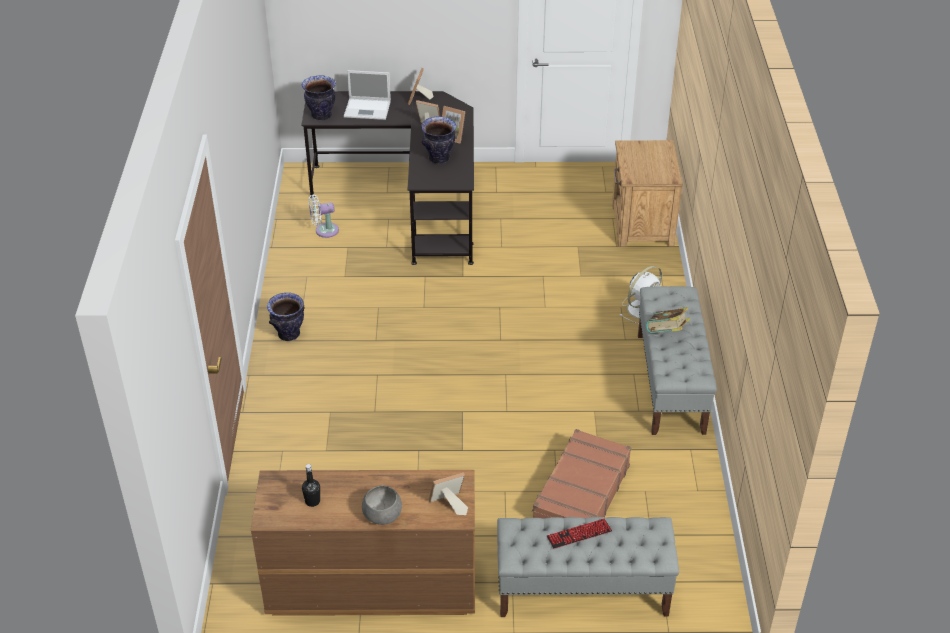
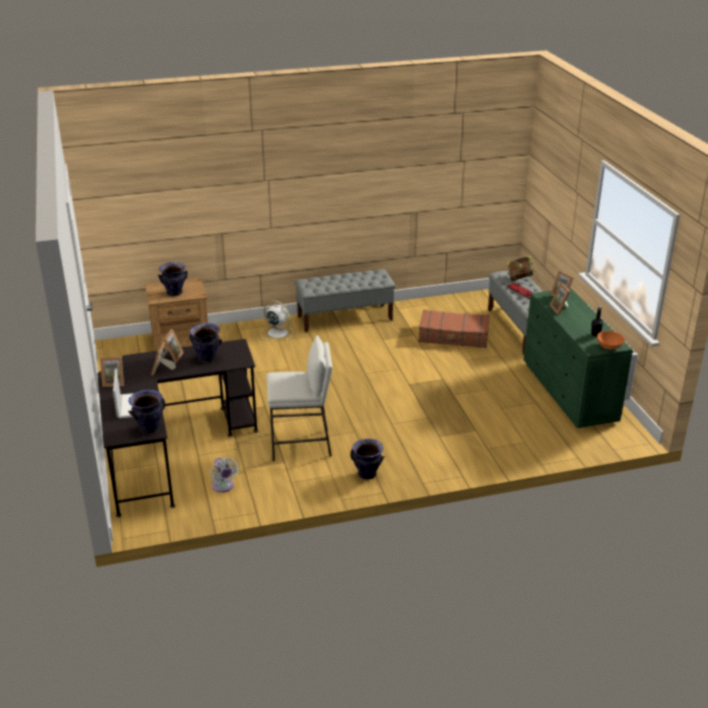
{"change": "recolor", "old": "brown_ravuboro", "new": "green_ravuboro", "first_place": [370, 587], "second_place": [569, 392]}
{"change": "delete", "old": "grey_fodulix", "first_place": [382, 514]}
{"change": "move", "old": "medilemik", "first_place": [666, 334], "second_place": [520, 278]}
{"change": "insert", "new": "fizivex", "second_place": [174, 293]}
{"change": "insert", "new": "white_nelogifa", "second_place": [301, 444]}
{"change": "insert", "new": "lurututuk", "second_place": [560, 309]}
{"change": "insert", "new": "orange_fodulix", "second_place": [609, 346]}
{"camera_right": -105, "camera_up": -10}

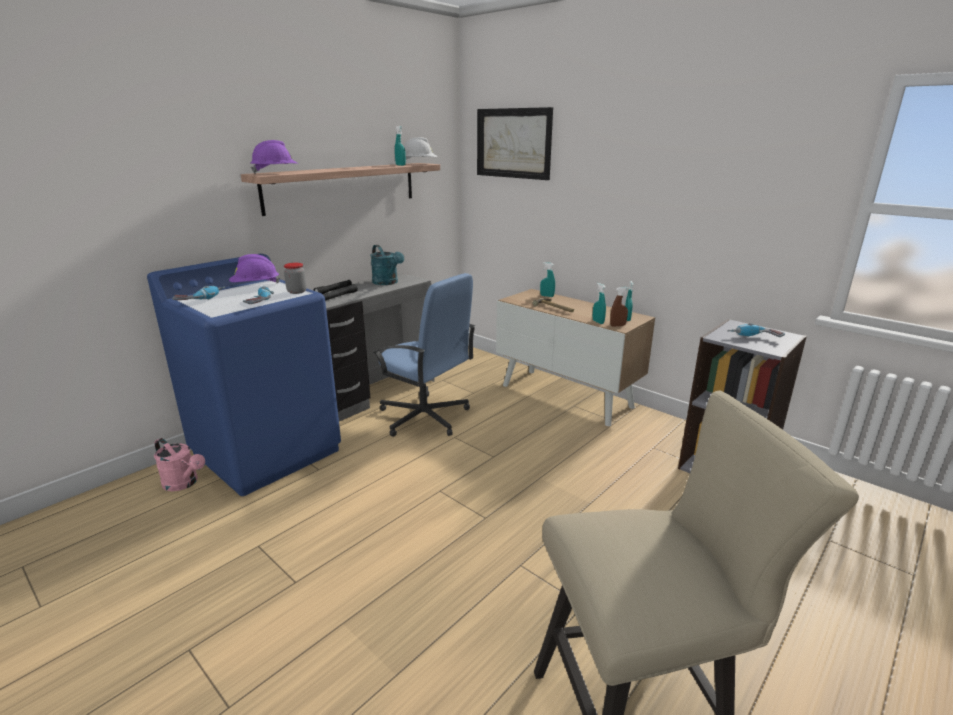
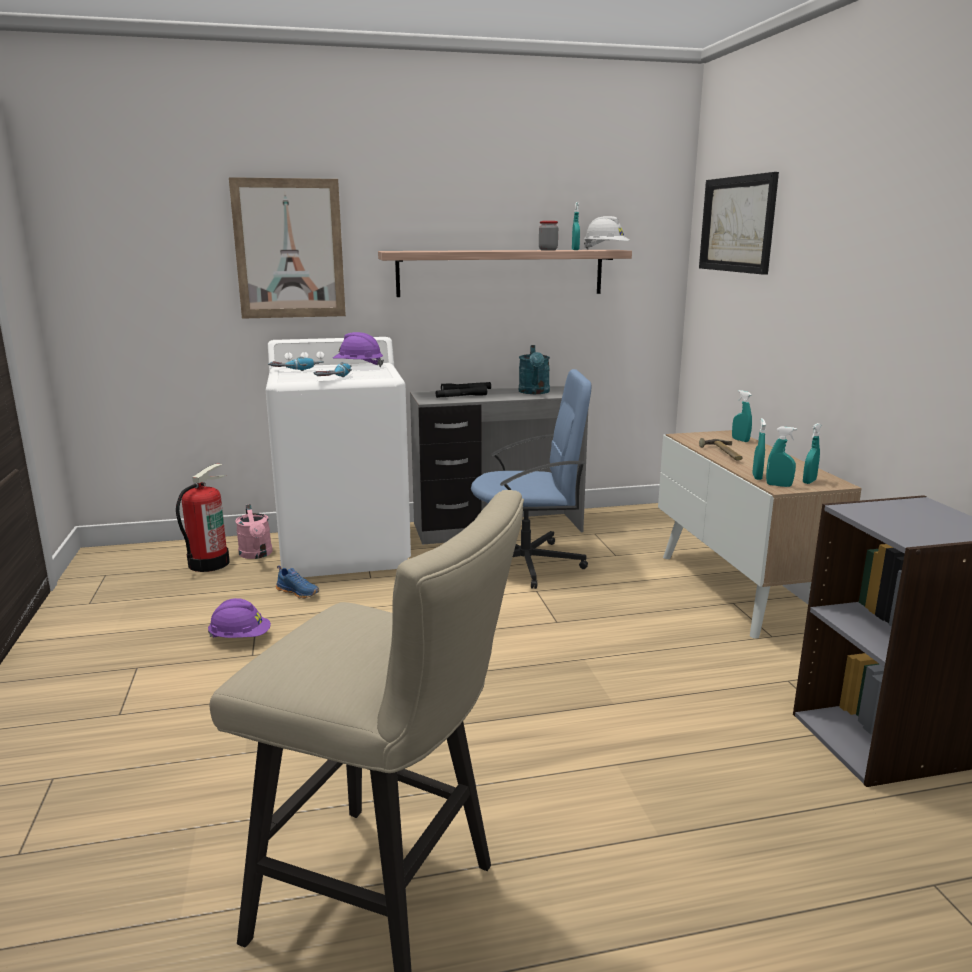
{"change": "recolor", "old": "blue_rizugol", "new": "white_rizugol", "first_place": [267, 451], "second_place": [345, 549]}
{"change": "move", "old": "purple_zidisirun", "first_place": [276, 173], "second_place": [240, 638]}
{"change": "move", "old": "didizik", "first_place": [297, 291], "second_place": [548, 250]}
{"change": "rotate", "old": "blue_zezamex", "first_place": [425, 417], "second_place": [528, 563], "degrees": -75}
{"change": "recolor", "old": "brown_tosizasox", "new": "turquoise_tosizasox", "first_place": [617, 325], "second_place": [778, 485]}
{"change": "delete", "old": "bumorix", "first_place": [754, 338]}
{"change": "insert", "new": "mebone", "second_place": [208, 563]}
{"change": "insert", "new": "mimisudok", "second_place": [289, 249]}
{"change": "insert", "new": "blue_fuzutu", "second_place": [298, 592]}
{"camera_right": 35, "camera_up": -5}

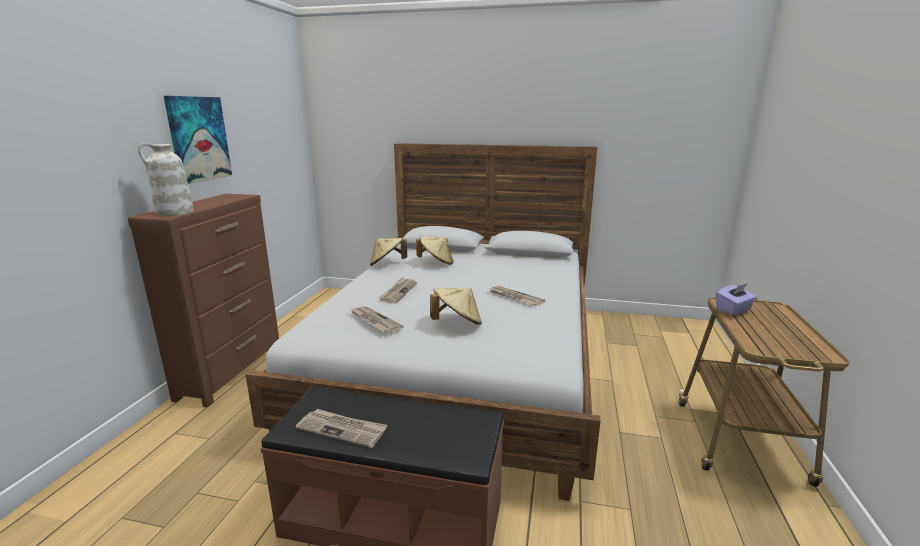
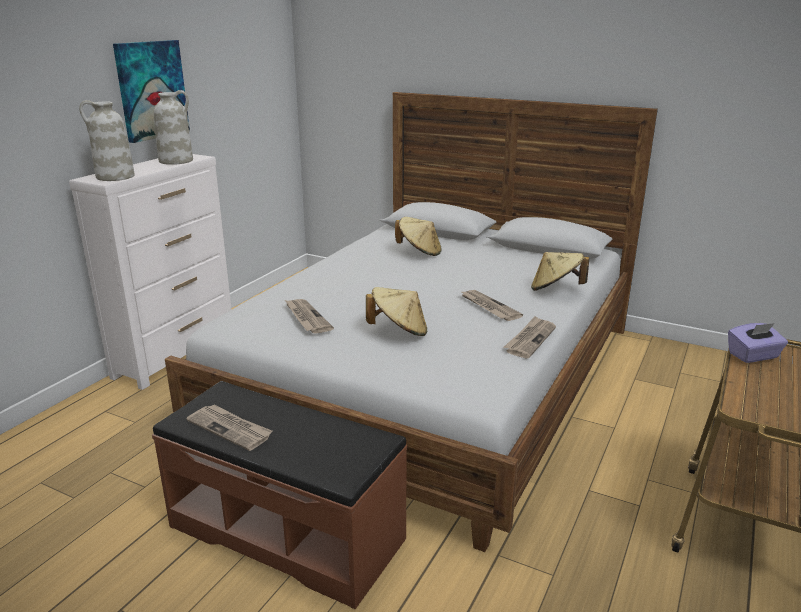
{"change": "recolor", "old": "brown_ravuboro", "new": "white_ravuboro", "first_place": [232, 371], "second_place": [177, 355]}
{"change": "move", "old": "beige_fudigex", "first_place": [387, 264], "second_place": [556, 289]}
{"change": "move", "old": "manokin", "first_place": [398, 292], "second_place": [530, 339]}
{"change": "insert", "new": "white_fizivex", "second_place": [176, 161]}
{"camera_right": 15, "camera_up": 5}

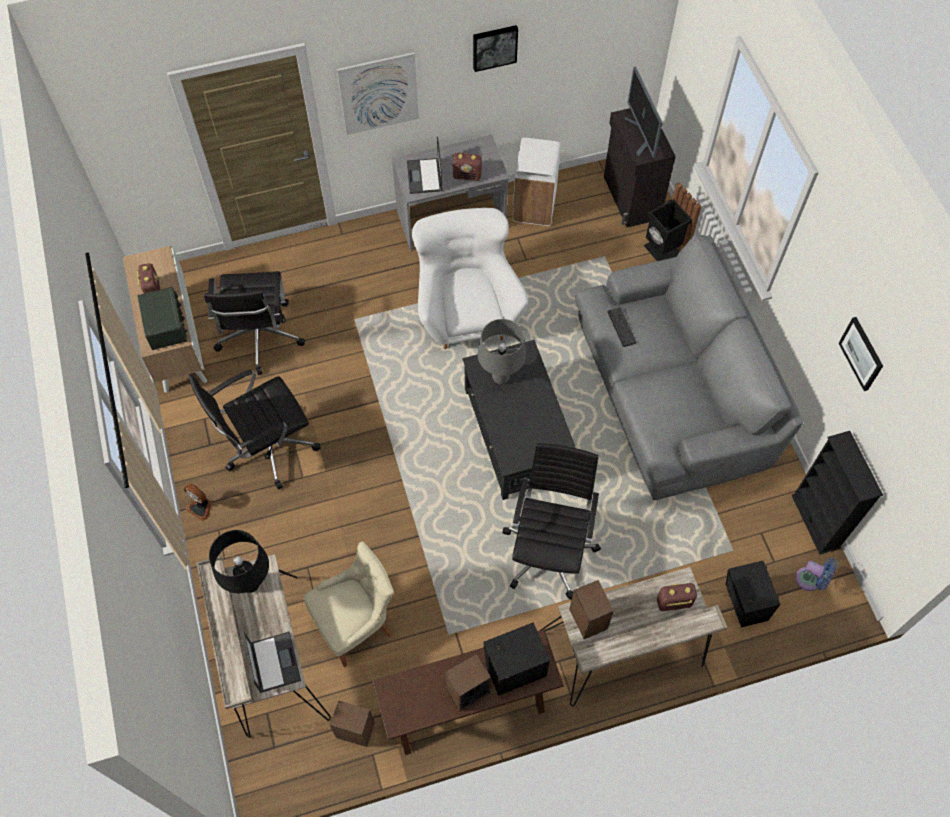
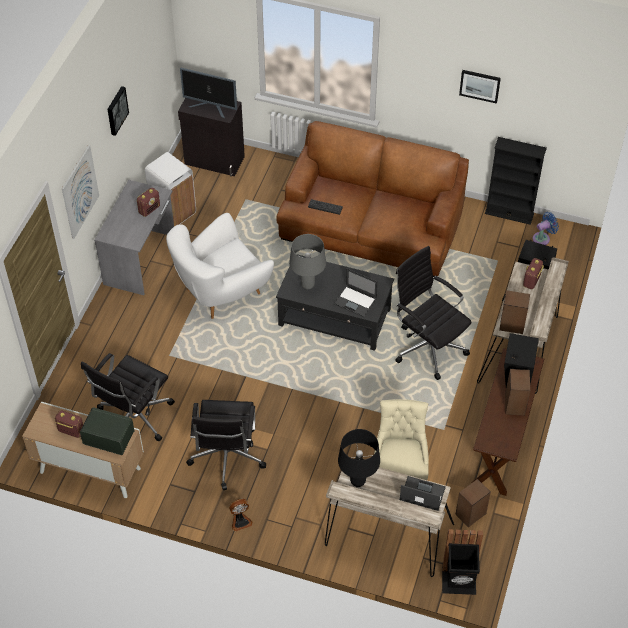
{"change": "rotate", "old": "black_zezamex", "first_place": [259, 338], "second_place": [133, 418], "degrees": 90}
{"change": "move", "old": "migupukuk", "first_place": [425, 177], "second_place": [355, 301]}
{"change": "rotate", "old": "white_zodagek", "first_place": [466, 313], "second_place": [221, 292], "degrees": -60}
{"change": "recolor", "old": "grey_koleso", "new": "brown_koleso", "first_place": [672, 391], "second_place": [371, 224]}
{"change": "move", "old": "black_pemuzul", "first_place": [664, 251], "second_place": [459, 582]}
{"camera_right": -55, "camera_up": -10}

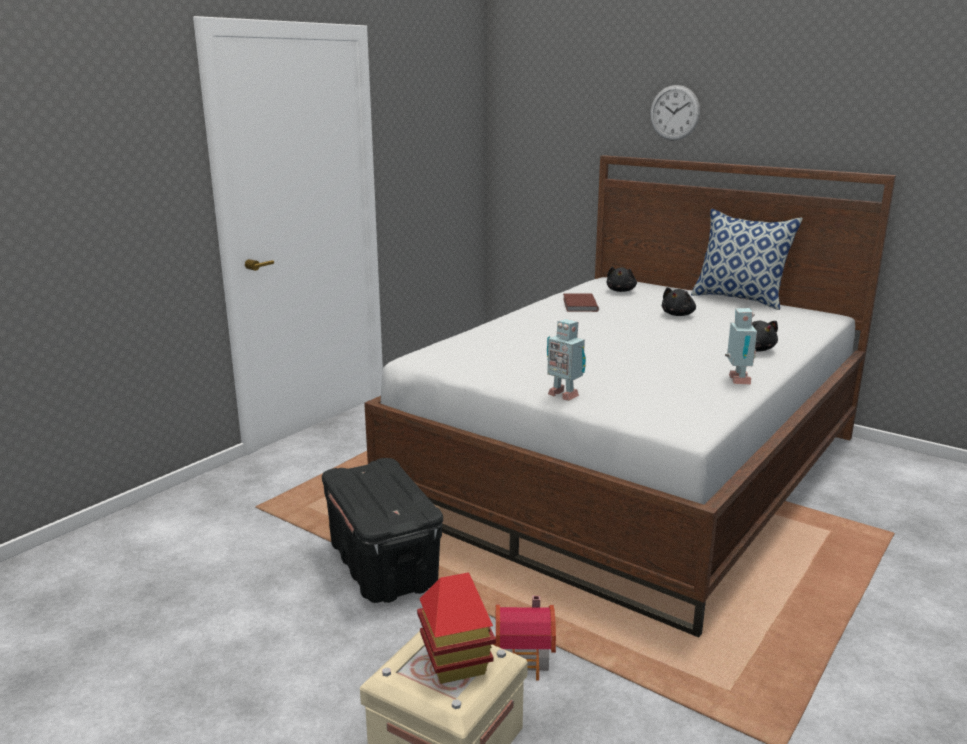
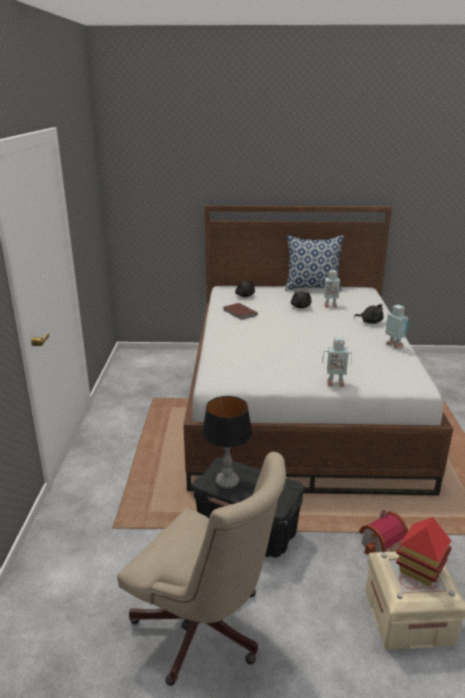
{"change": "delete", "old": "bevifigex", "first_place": [674, 112]}
{"change": "insert", "new": "beige_zezamex", "second_place": [206, 631]}
{"change": "insert", "new": "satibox", "second_place": [227, 482]}
{"change": "insert", "new": "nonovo", "second_place": [330, 305]}
{"camera_right": -35, "camera_up": 5}

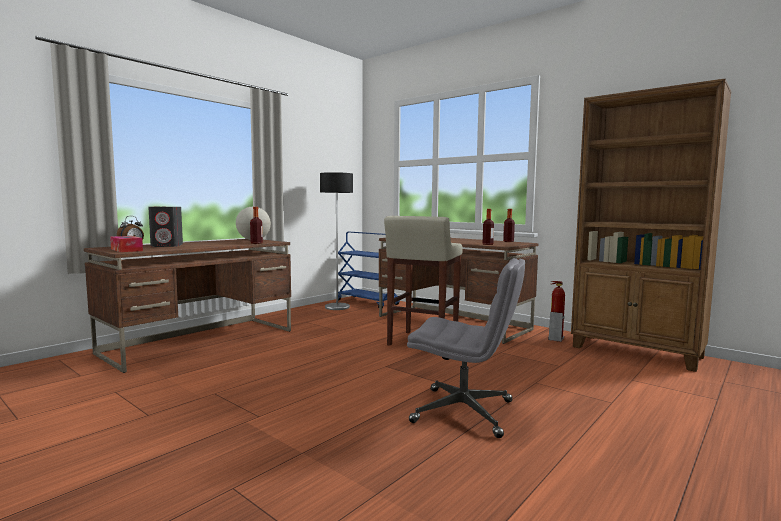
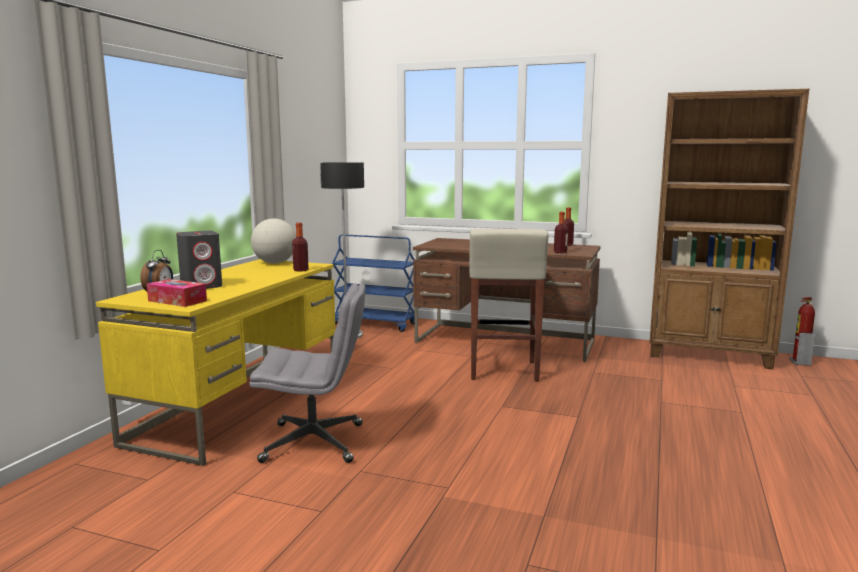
{"change": "recolor", "old": "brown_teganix", "new": "yellow_teganix", "first_place": [201, 341], "second_place": [241, 407]}
{"change": "move", "old": "grey_zezamex", "first_place": [464, 412], "second_place": [315, 442]}
{"change": "move", "old": "mebone", "first_place": [555, 339], "second_place": [799, 362]}
{"camera_right": -20, "camera_up": 5}

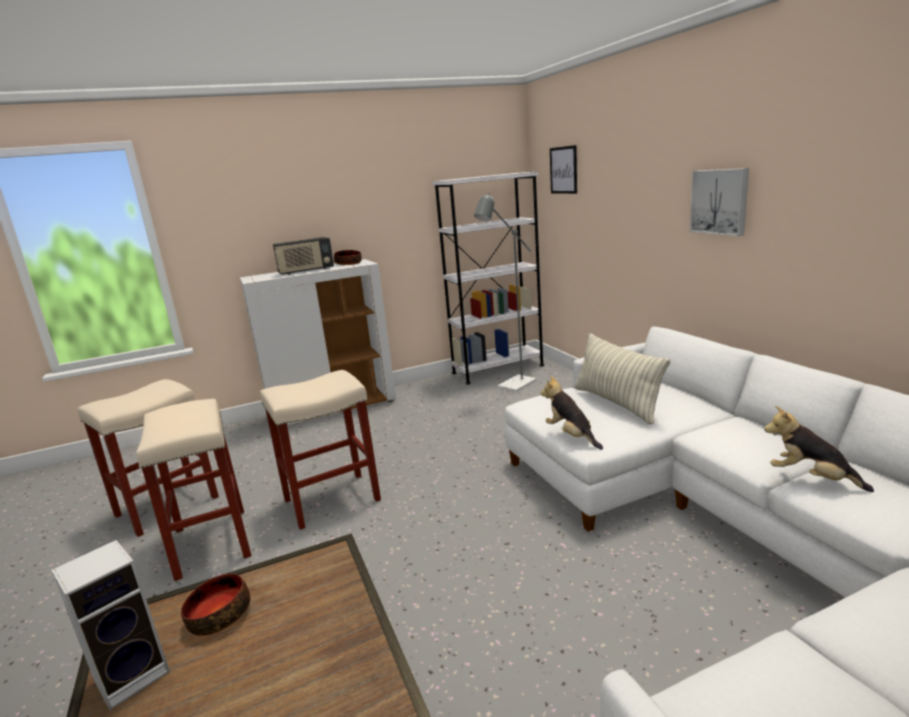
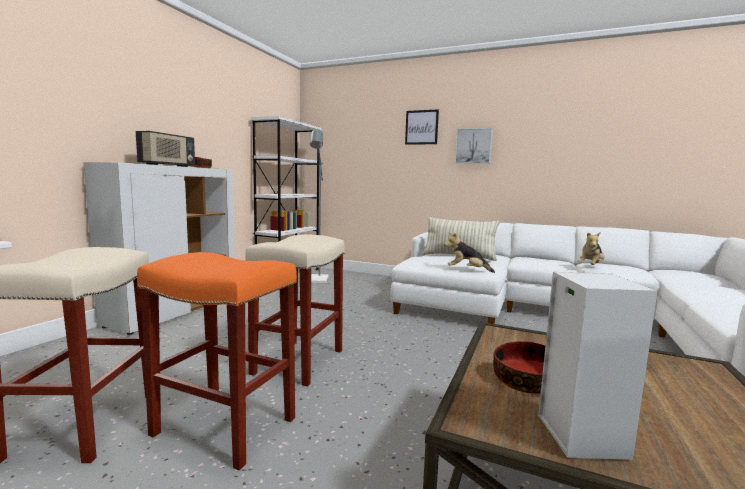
{"change": "recolor", "old": "beige_nelogifa", "new": "orange_nelogifa", "first_place": [211, 542], "second_place": [222, 426]}
{"change": "move", "old": "mimisudok", "first_place": [563, 170], "second_place": [421, 127]}
{"change": "rotate", "old": "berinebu", "first_place": [811, 478], "second_place": [591, 266], "degrees": -45}
{"camera_right": -45, "camera_up": -10}

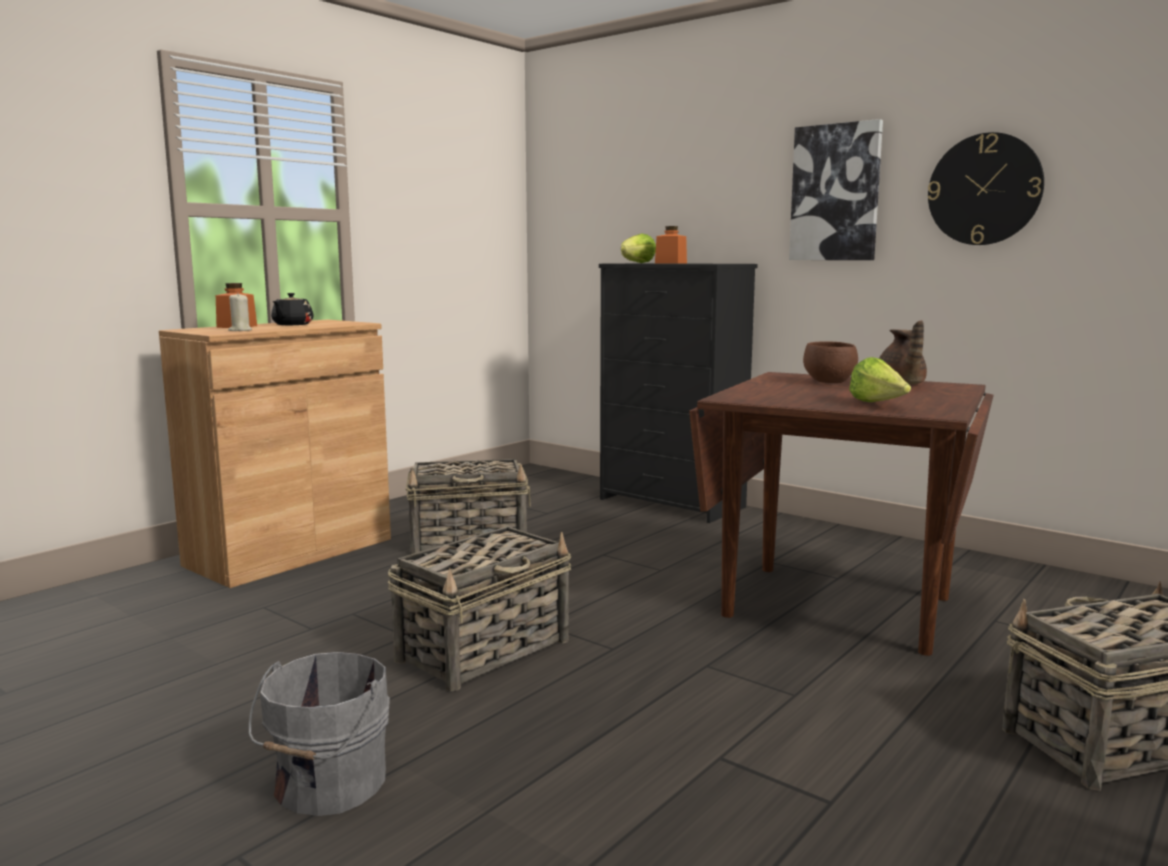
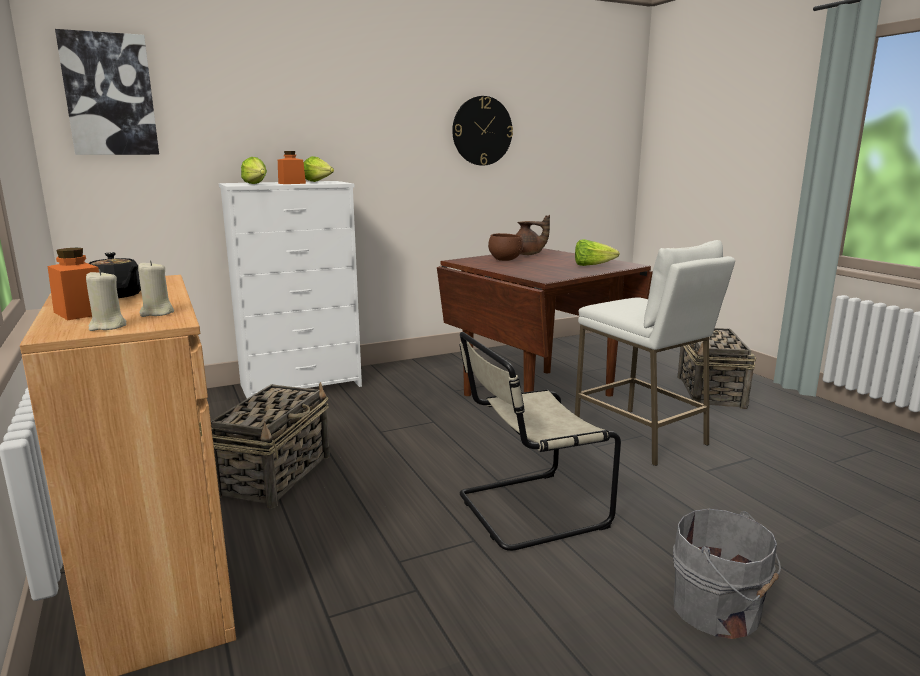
{"change": "replace", "old": "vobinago", "new": "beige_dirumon", "first_place": [485, 650], "second_place": [526, 511]}
{"change": "recolor", "old": "black_ravuboro", "new": "white_ravuboro", "first_place": [672, 503], "second_place": [302, 385]}
{"change": "move", "old": "mimisudok", "first_place": [835, 193], "second_place": [109, 95]}
{"change": "insert", "new": "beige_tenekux", "second_place": [107, 326]}
{"change": "insert", "new": "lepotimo", "second_place": [319, 182]}
{"change": "insert", "new": "white_nelogifa", "second_place": [641, 436]}
{"camera_right": -65, "camera_up": 5}

